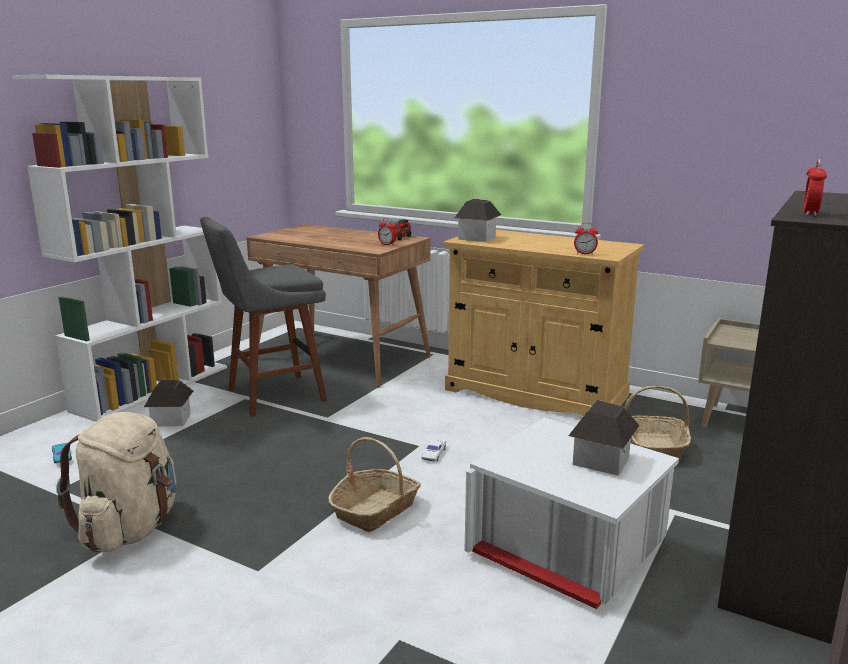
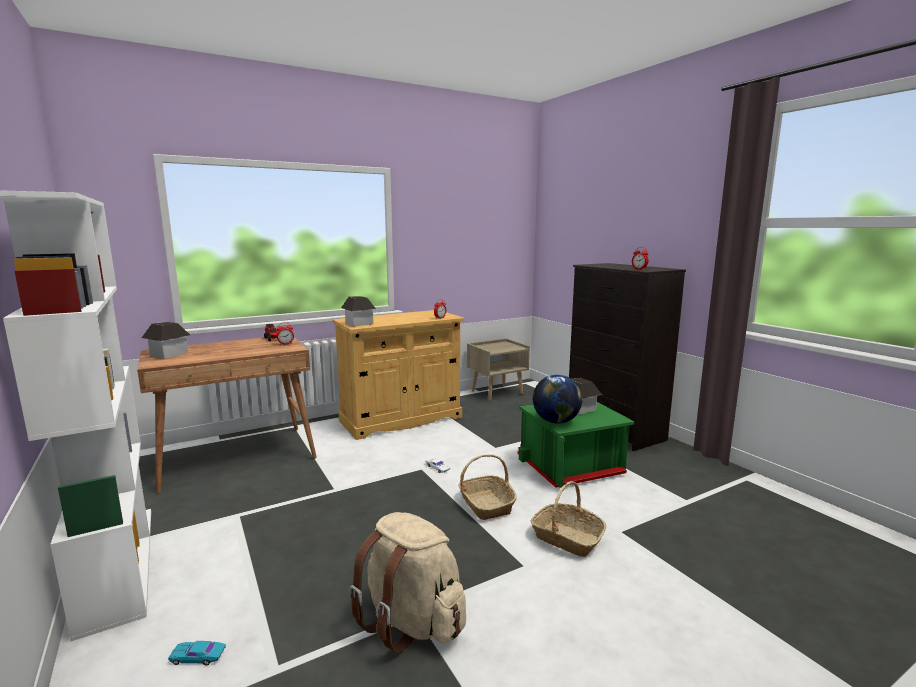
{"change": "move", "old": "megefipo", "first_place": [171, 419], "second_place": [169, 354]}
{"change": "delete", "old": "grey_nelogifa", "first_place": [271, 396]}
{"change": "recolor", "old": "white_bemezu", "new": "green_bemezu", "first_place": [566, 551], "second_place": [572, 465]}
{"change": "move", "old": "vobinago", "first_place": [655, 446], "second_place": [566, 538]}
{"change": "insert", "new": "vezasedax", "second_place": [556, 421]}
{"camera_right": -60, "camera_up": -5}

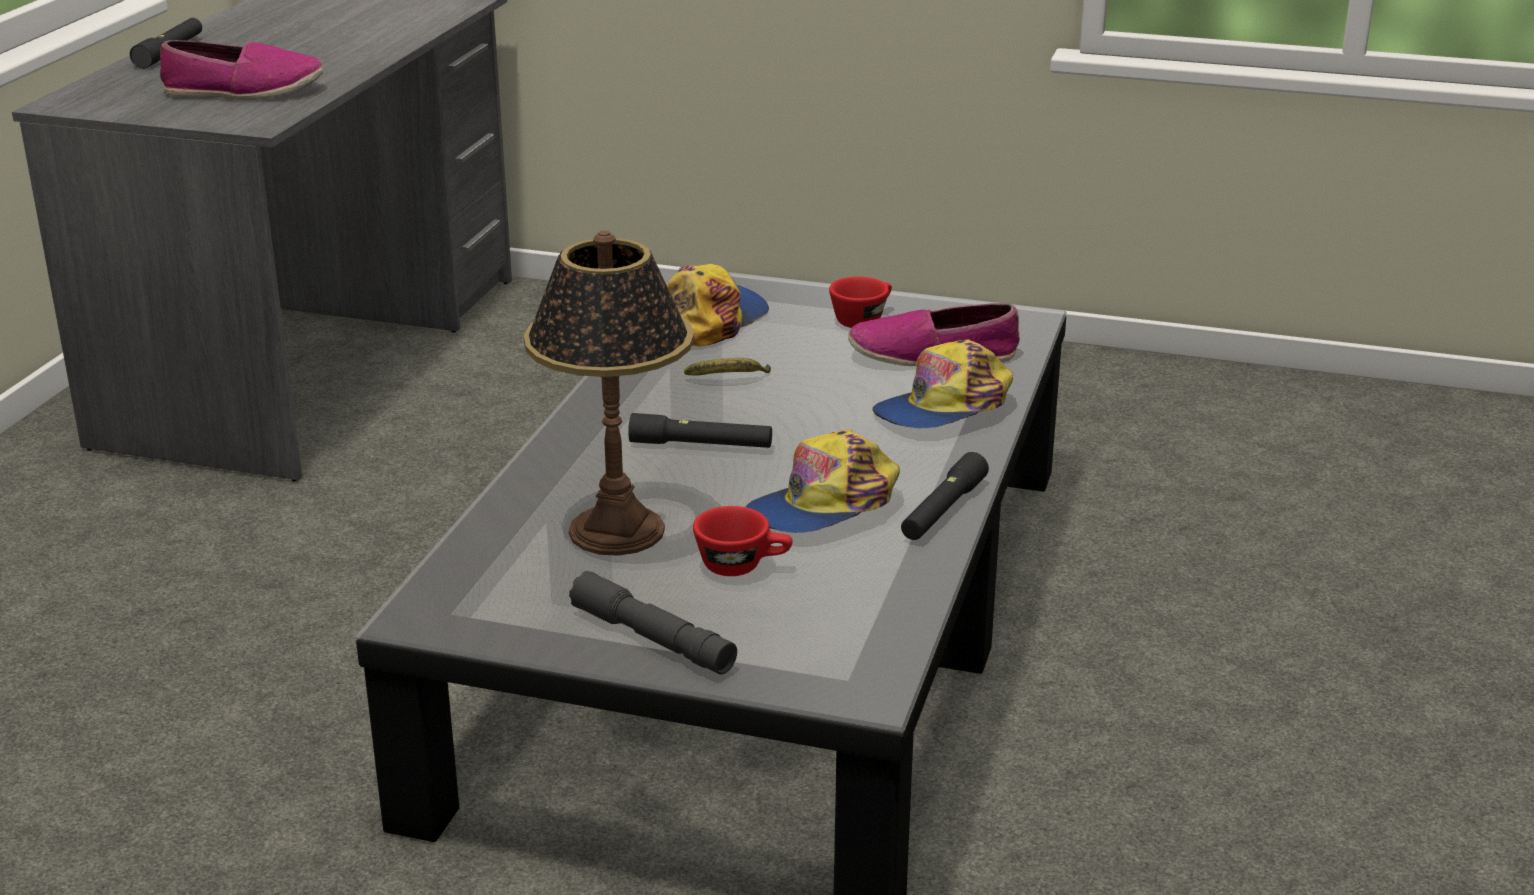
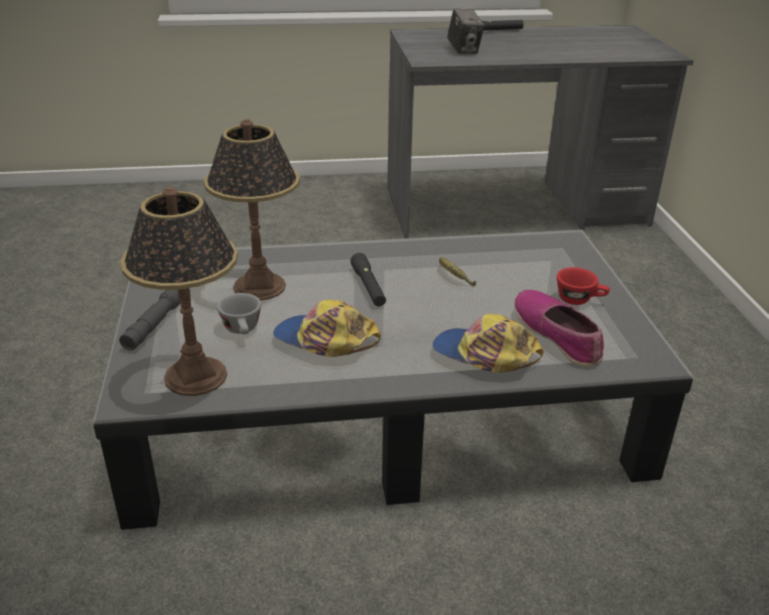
{"change": "replace", "old": "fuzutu", "new": "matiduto", "first_place": [244, 91], "second_place": [464, 50]}
{"change": "delete", "old": "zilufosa", "first_place": [708, 318]}
{"change": "recolor", "old": "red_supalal", "new": "grey_supalal", "first_place": [743, 566], "second_place": [243, 330]}
{"change": "delete", "old": "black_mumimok", "first_place": [943, 510]}
{"change": "insert", "new": "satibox", "second_place": [196, 376]}
{"camera_right": 65, "camera_up": 5}

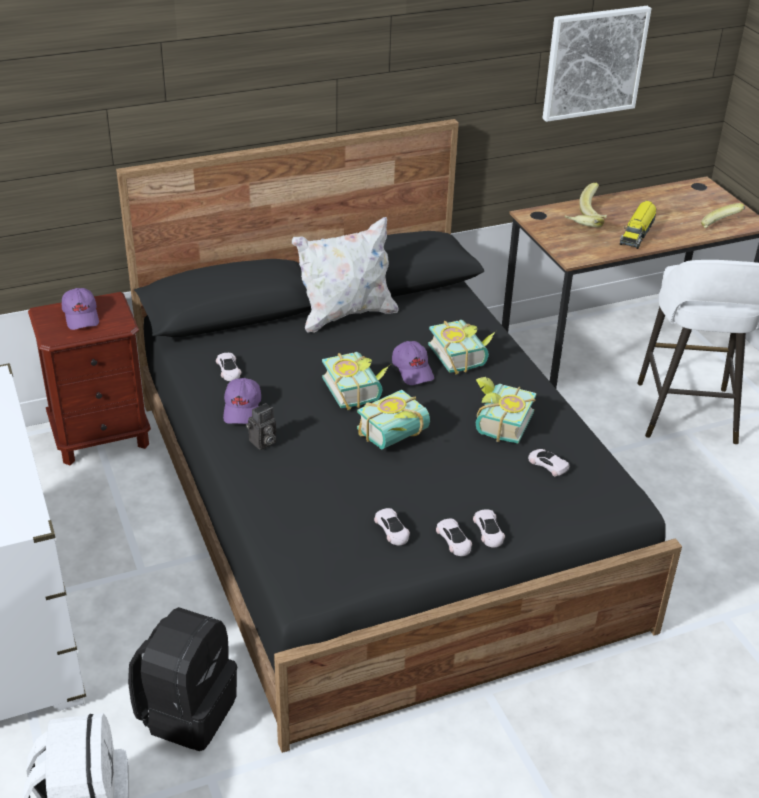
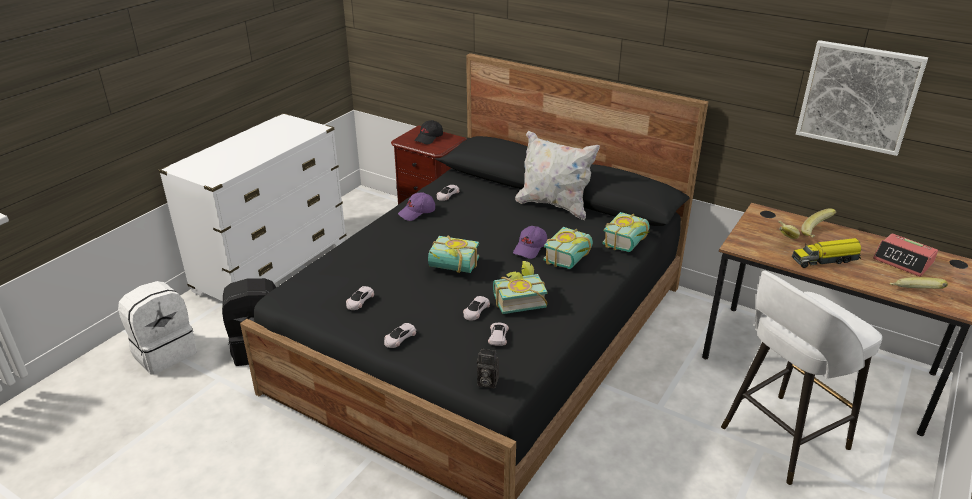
{"change": "recolor", "old": "purple_zilufosa", "new": "black_zilufosa", "first_place": [81, 316], "second_place": [429, 138]}
{"change": "move", "old": "matiduto", "first_place": [262, 443], "second_place": [486, 382]}
{"change": "move", "old": "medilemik", "first_place": [357, 390], "second_place": [629, 243]}
{"change": "move", "old": "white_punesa", "first_place": [454, 540], "second_place": [476, 310]}
{"change": "insert", "new": "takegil", "second_place": [903, 261]}
{"camera_right": 55, "camera_up": -5}

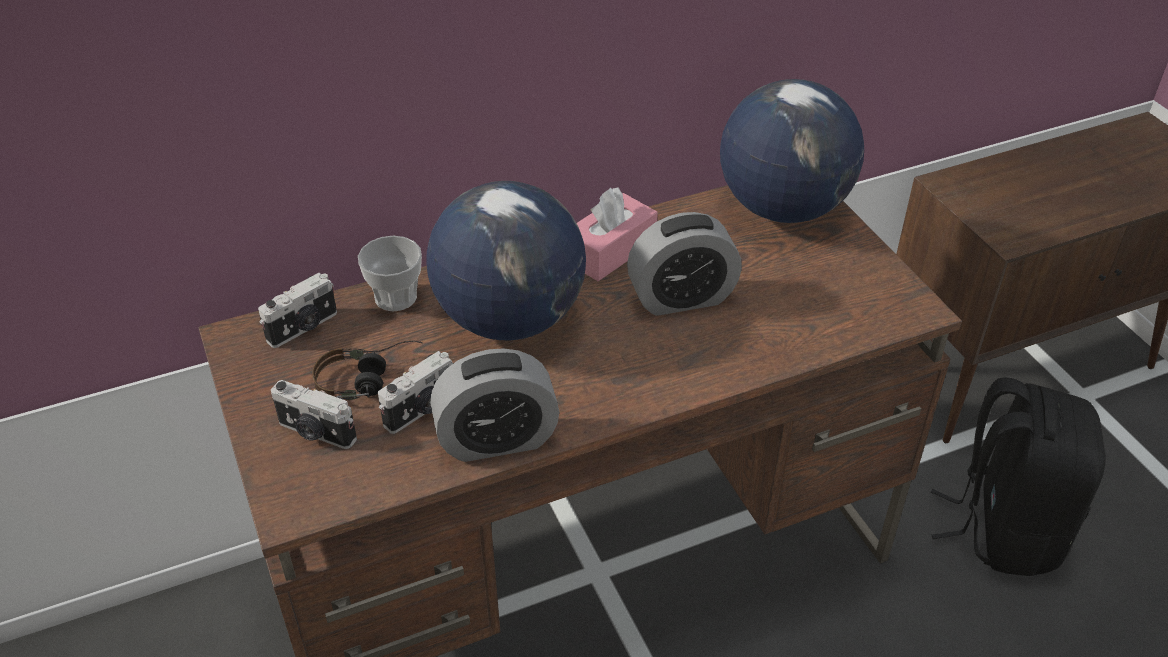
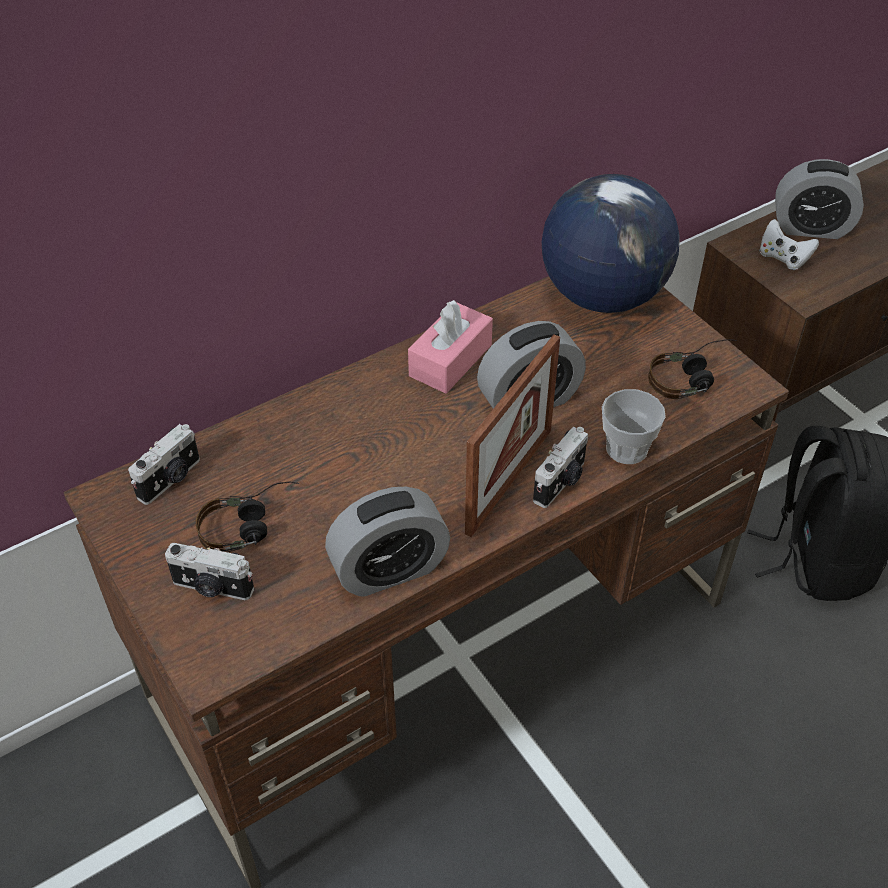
{"change": "move", "old": "supalal", "first_place": [395, 297], "second_place": [626, 449]}
{"change": "move", "old": "matiduto", "first_place": [422, 410], "second_place": [561, 482]}
{"change": "delete", "old": "vezasedax", "first_place": [510, 318]}
{"change": "insert", "new": "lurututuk", "second_place": [509, 480]}
{"change": "insert", "new": "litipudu", "second_place": [692, 378]}
{"change": "insert", "new": "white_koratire", "second_place": [783, 258]}
{"change": "insert", "new": "takegil", "second_place": [811, 228]}
{"camera_right": -10, "camera_up": 5}

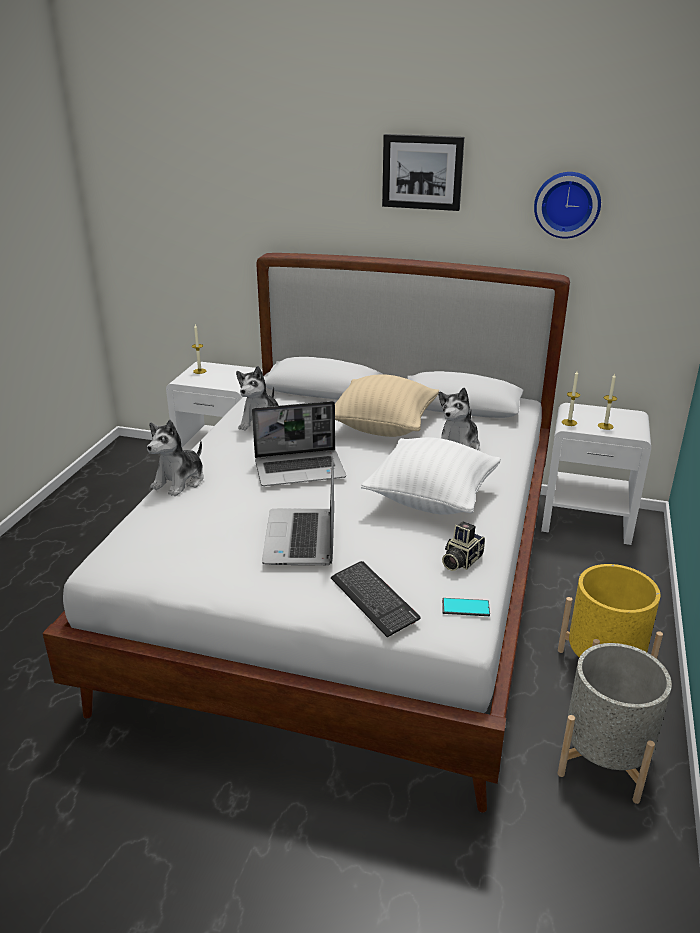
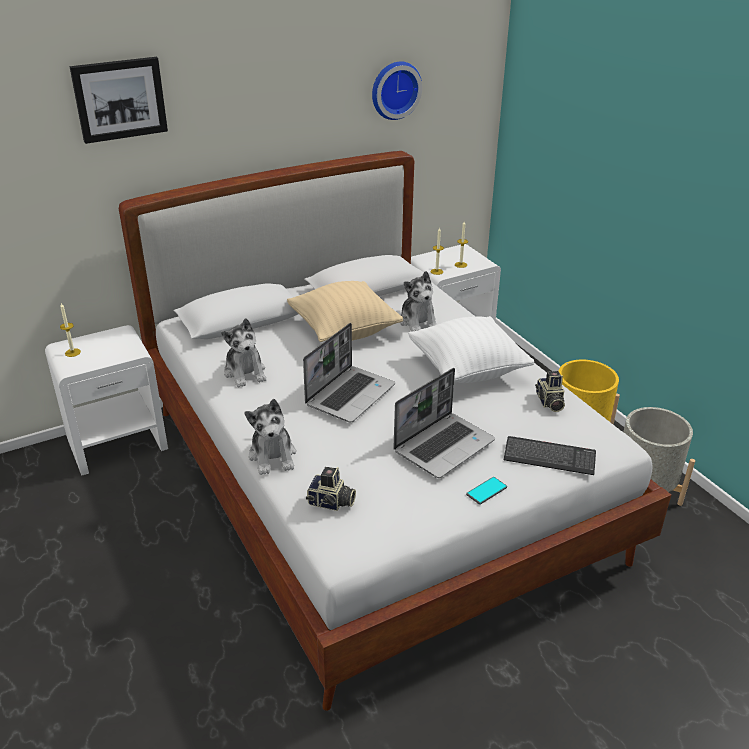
{"change": "rotate", "old": "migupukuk", "first_place": [302, 539], "second_place": [444, 445], "degrees": -90}
{"change": "move", "old": "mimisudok", "first_place": [422, 172], "second_place": [119, 99]}
{"change": "move", "old": "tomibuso", "first_place": [465, 608], "second_place": [486, 491]}
{"change": "insert", "new": "matiduto", "second_place": [331, 503]}
{"camera_right": -45, "camera_up": 5}

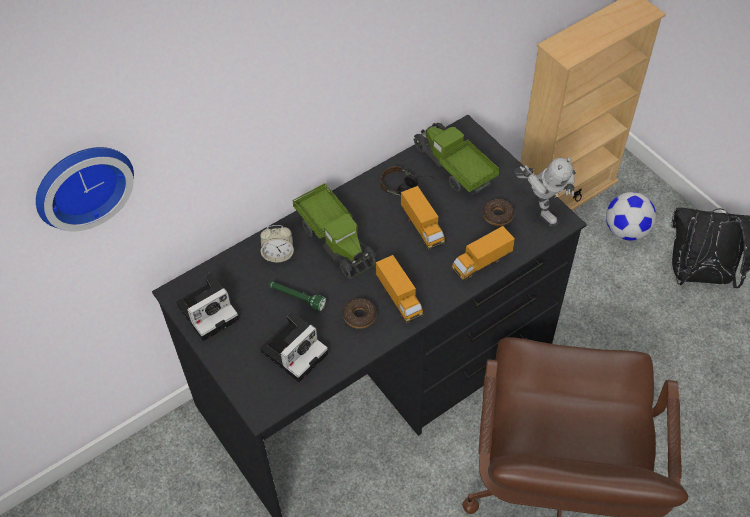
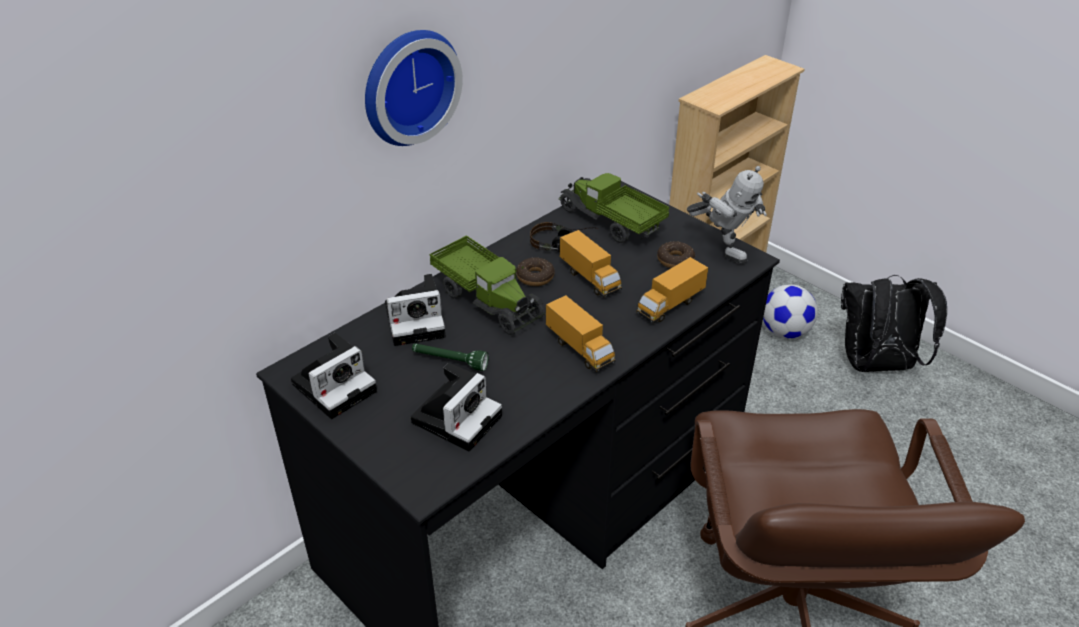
{"change": "move", "old": "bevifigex", "first_place": [81, 183], "second_place": [407, 85]}
{"change": "replace", "old": "takegil", "new": "matiduto", "first_place": [278, 255], "second_place": [418, 320]}
{"change": "move", "old": "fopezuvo", "first_place": [359, 316], "second_place": [535, 277]}
{"camera_right": -10, "camera_up": -15}

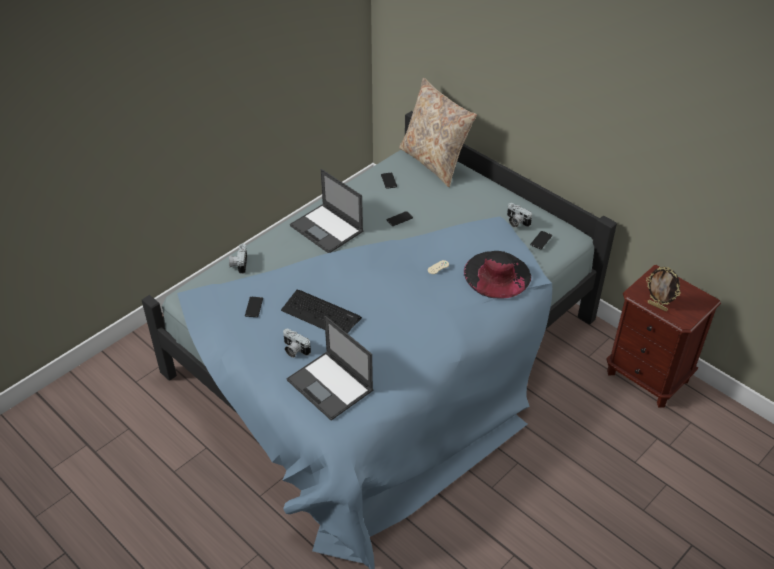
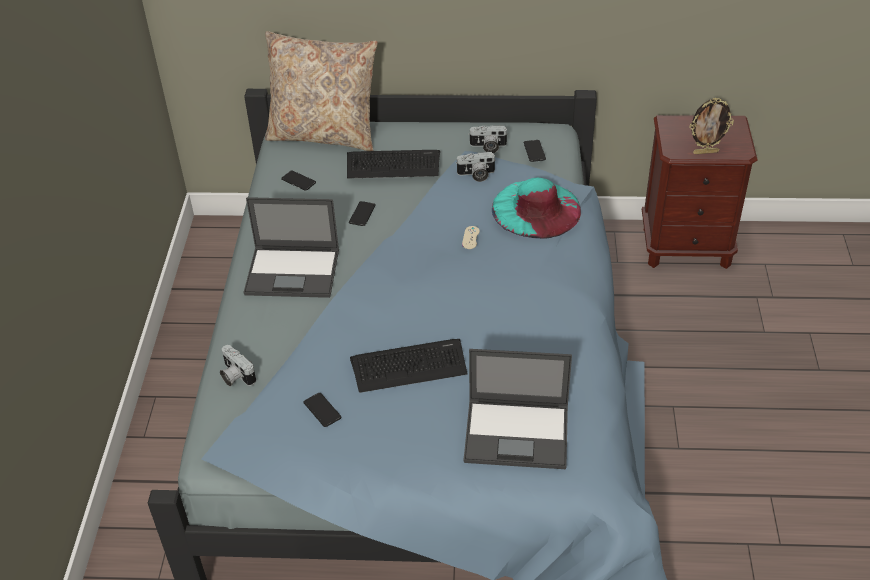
{"change": "move", "old": "matiduto", "first_place": [294, 350], "second_place": [476, 175]}
{"change": "recolor", "old": "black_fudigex", "new": "turquoise_fudigex", "first_place": [497, 274], "second_place": [536, 209]}
{"change": "insert", "new": "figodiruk", "second_place": [393, 165]}
{"camera_right": -40, "camera_up": 0}

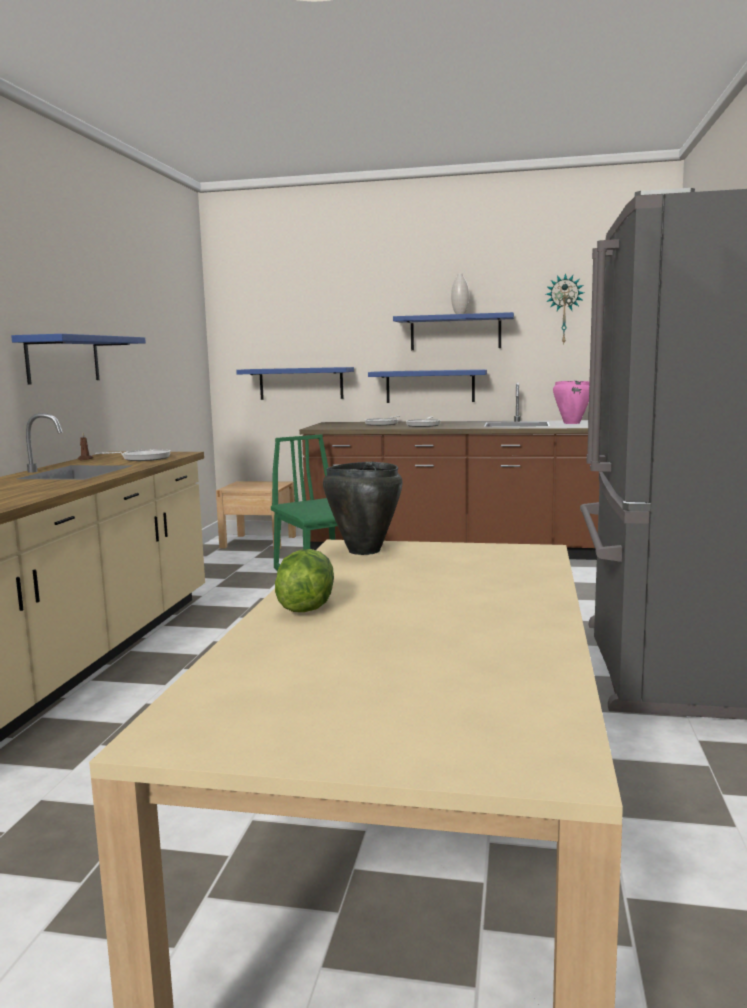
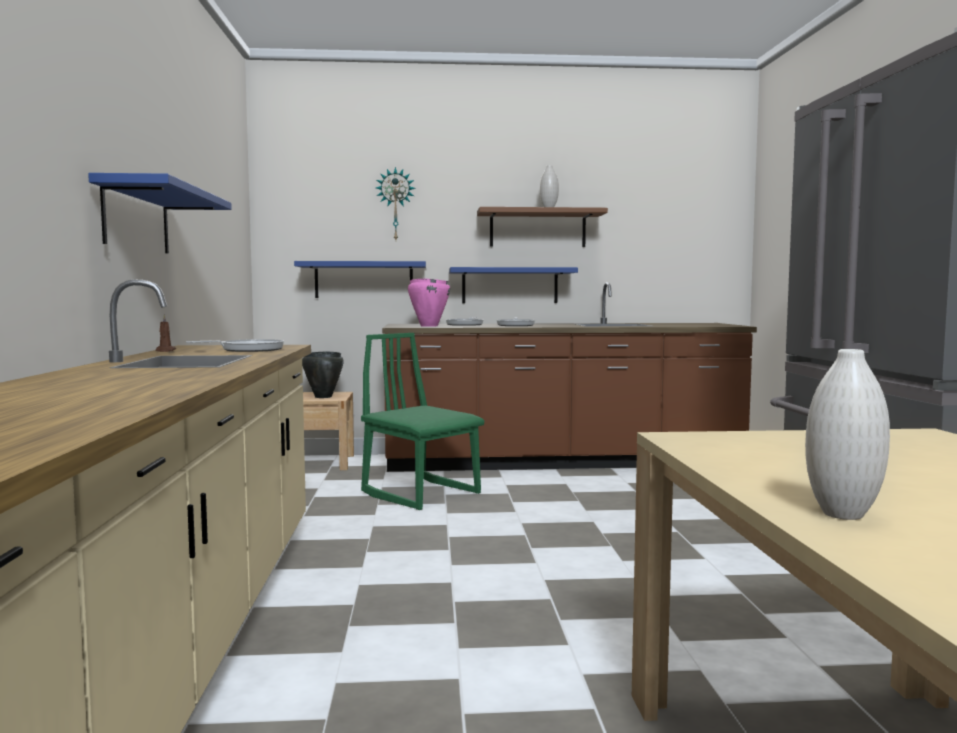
{"change": "replace", "old": "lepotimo", "new": "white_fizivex", "first_place": [305, 606], "second_place": [842, 514]}
{"change": "move", "old": "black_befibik", "first_place": [363, 551], "second_place": [323, 397]}
{"change": "recolor", "old": "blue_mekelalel", "new": "brown_mekelalel", "first_place": [455, 332], "second_place": [537, 229]}
{"change": "move", "old": "bevifigex", "first_place": [564, 309], "second_place": [395, 205]}
{"change": "move", "old": "pink_befibik", "first_place": [571, 423], "second_place": [428, 326]}
{"camera_right": -15, "camera_up": -5}

